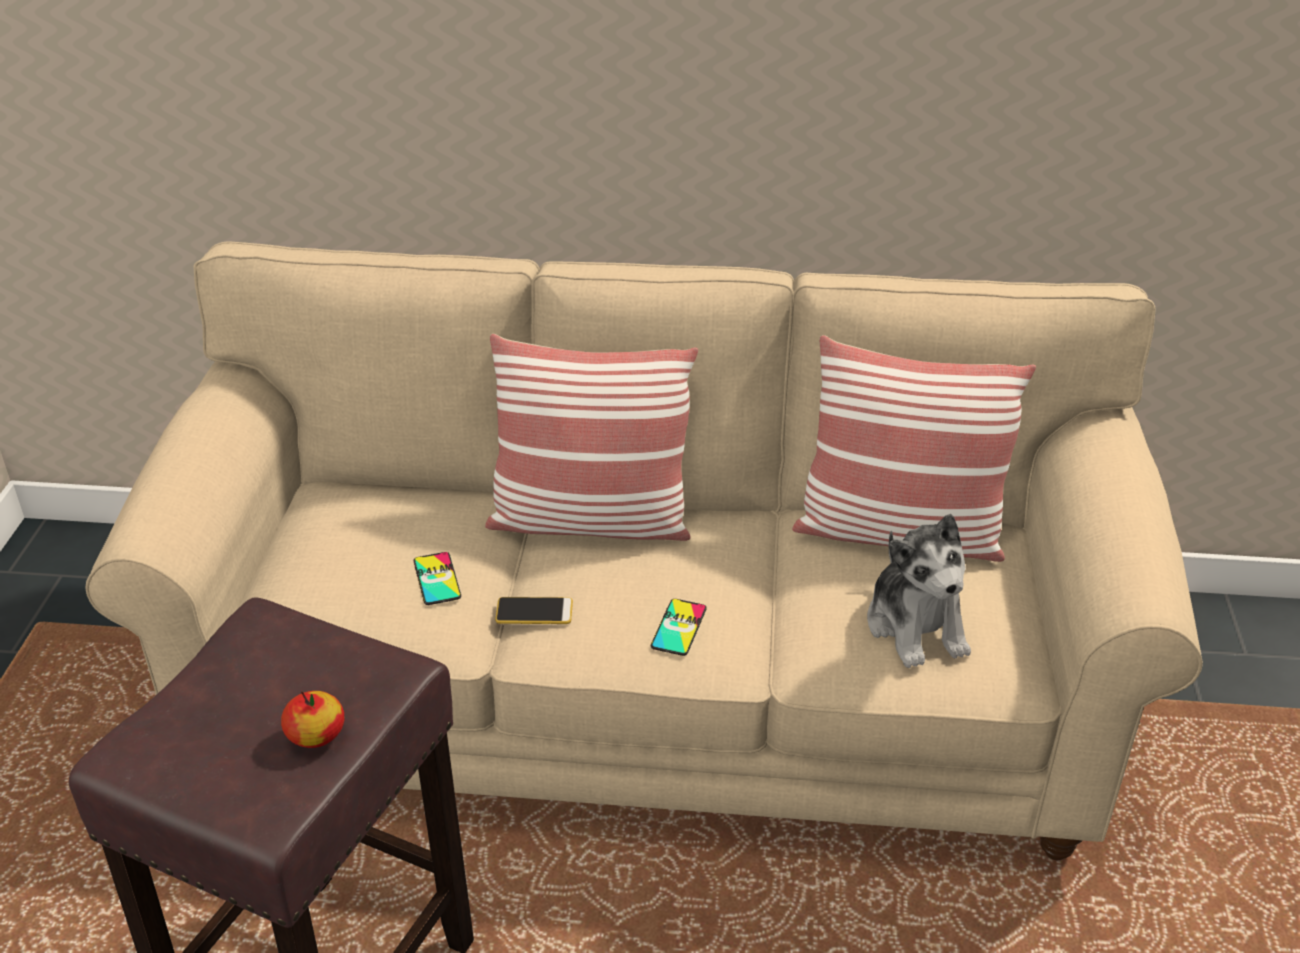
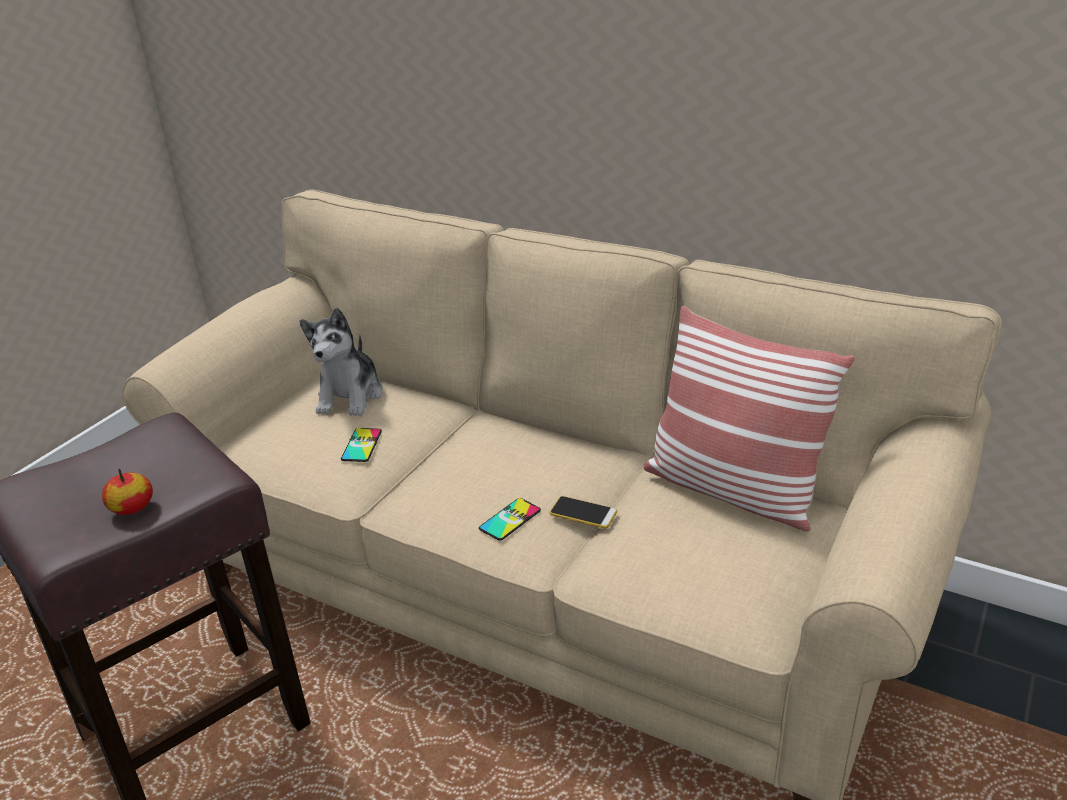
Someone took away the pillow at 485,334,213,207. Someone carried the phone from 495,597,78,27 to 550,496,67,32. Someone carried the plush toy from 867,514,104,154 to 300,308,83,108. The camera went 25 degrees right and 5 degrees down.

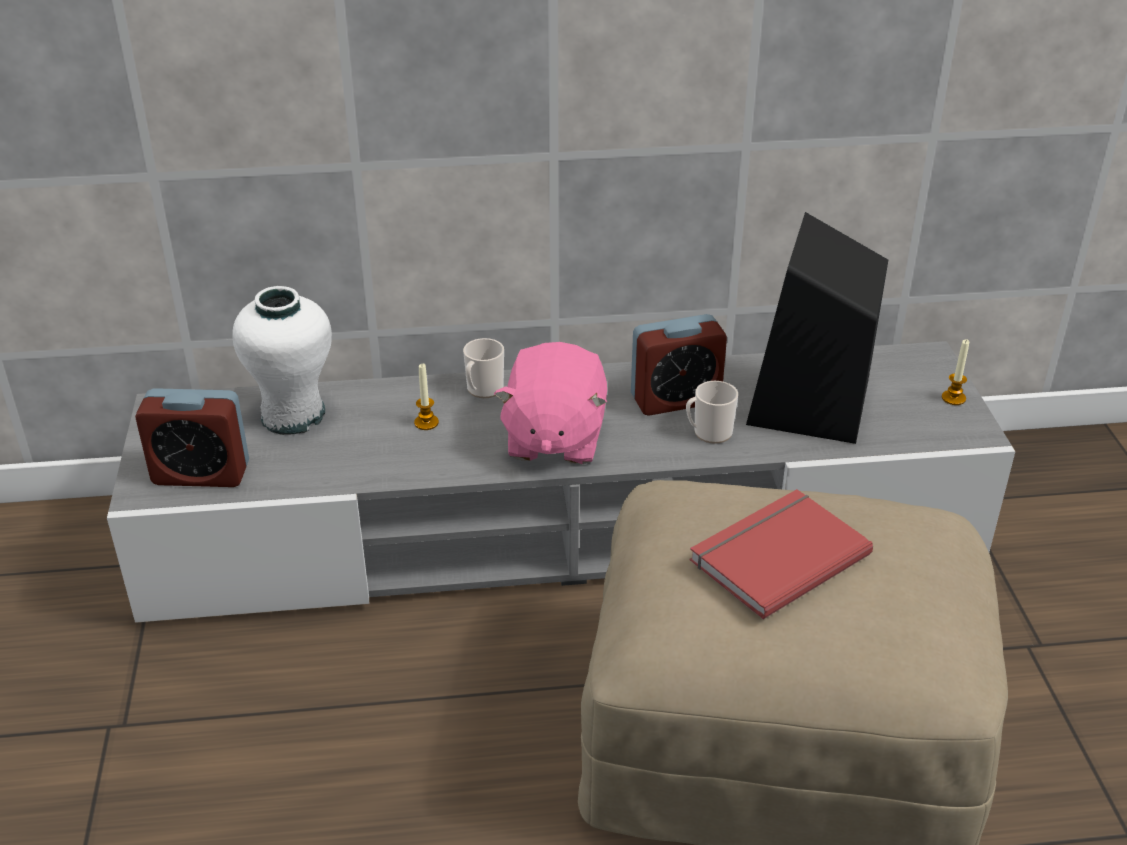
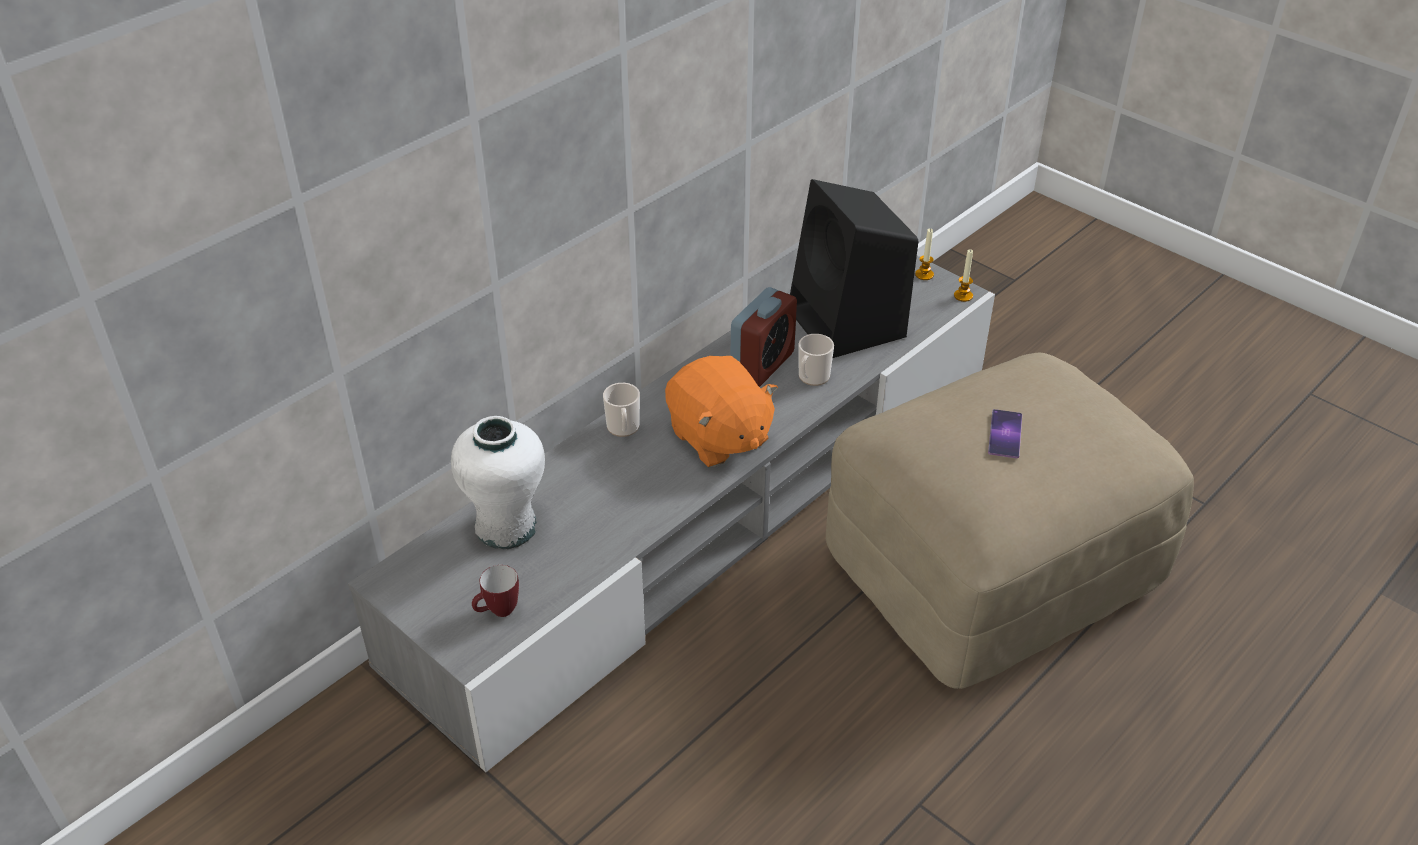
Someone swapped the alarm clock at 135,388,114,99 for the mug at 472,565,47,52. Someone carried the candle from 414,364,25,66 to 954,249,19,53. Someone repainted the pink plush toy at 494,342,114,122, which became the orange plush toy at 665,356,113,111. Someone swapped the red book at 689,489,184,130 for the phone at 988,409,34,50. The camera went 40 degrees left and 5 degrees up.

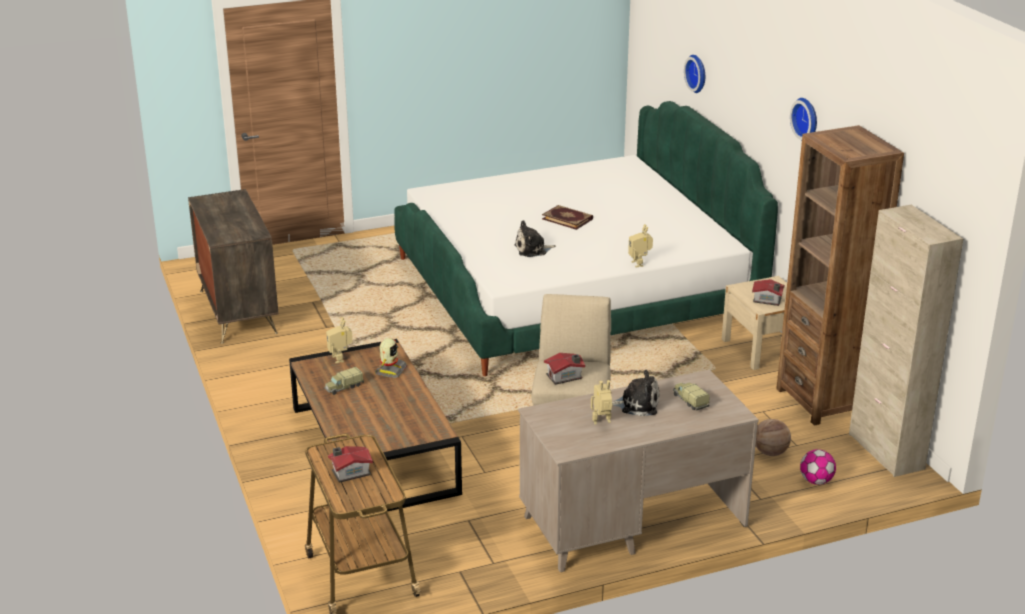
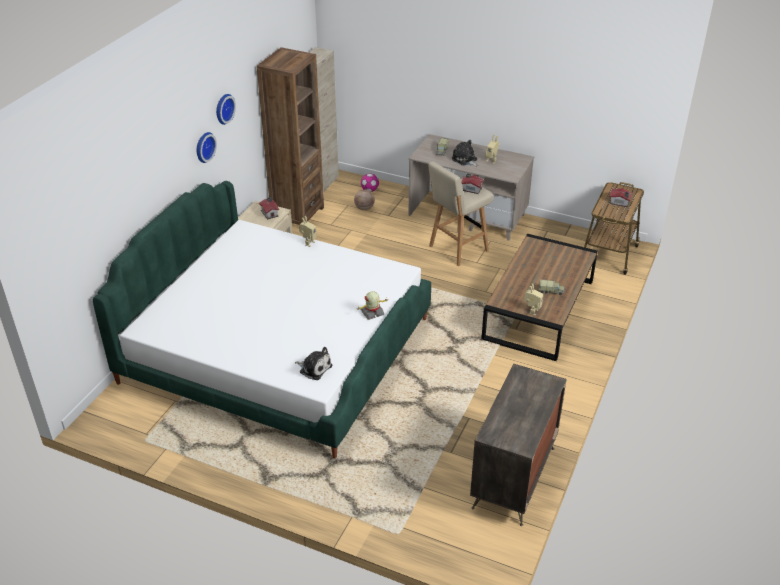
Someone carried the toy robot from 375,338,32,40 to 357,291,31,29. Someone carried the plush toy from 514,220,42,37 to 295,347,37,33. Someone took away the book at 542,205,51,25. Someone carried the wall clock from 684,55,21,38 to 197,132,20,31. The camera went 135 degrees left and 10 degrees up.

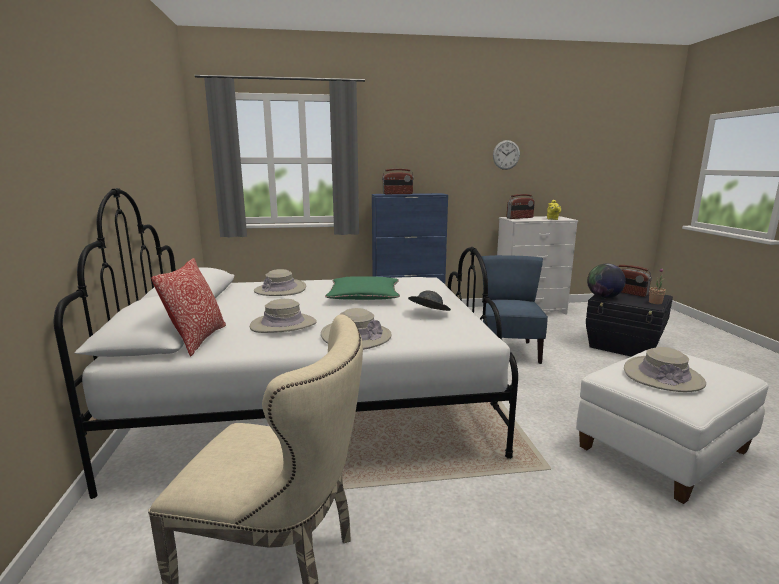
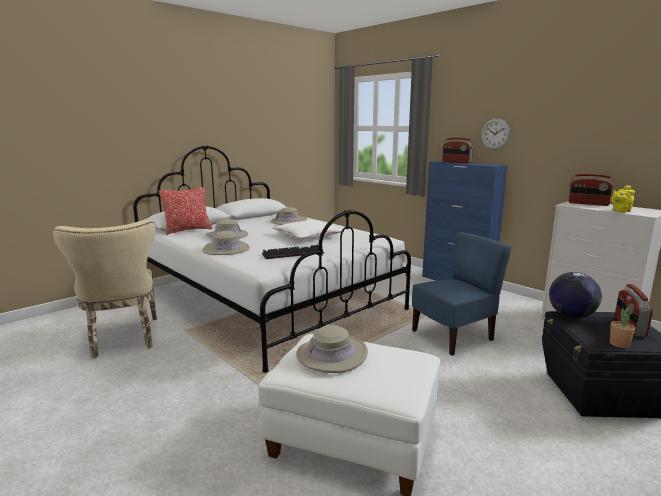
Someone repainted the green pillow at 325,276,75,24, which became the white pillow at 273,220,71,19. Someone swapped the grey hat at 408,290,43,21 for the keyboard at 262,245,62,14. Someone carried the wall clock from 493,140,27,30 to 481,118,29,32. The camera went 55 degrees right and 0 degrees up.

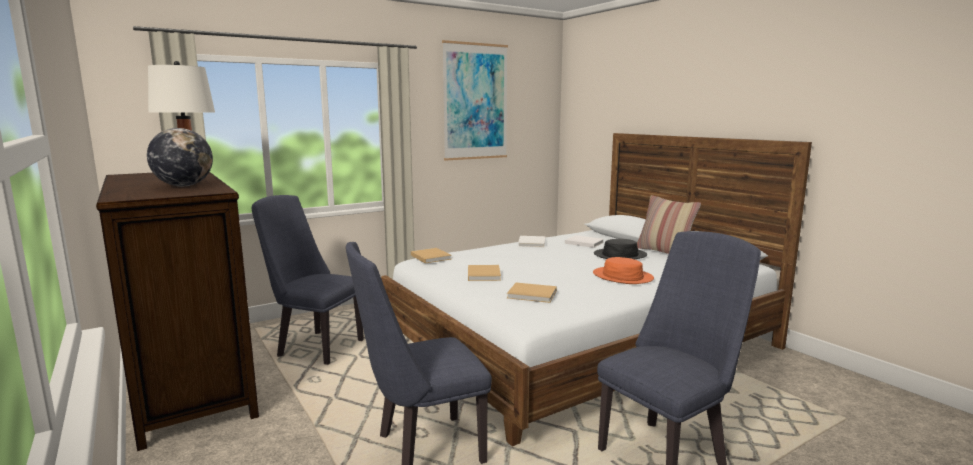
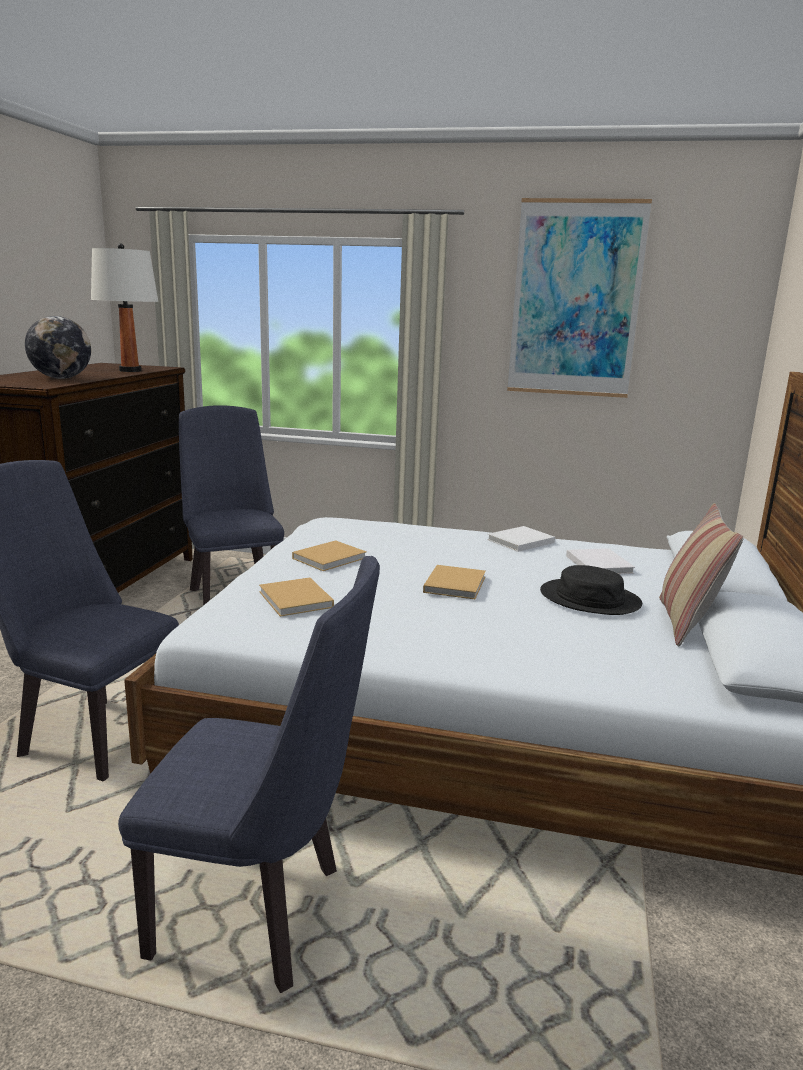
Someone carried the beige book from 411,248,41,15 to 423,565,63,34. Someone took away the orange hat at 593,257,61,27. The camera went 45 degrees right and 5 degrees up.

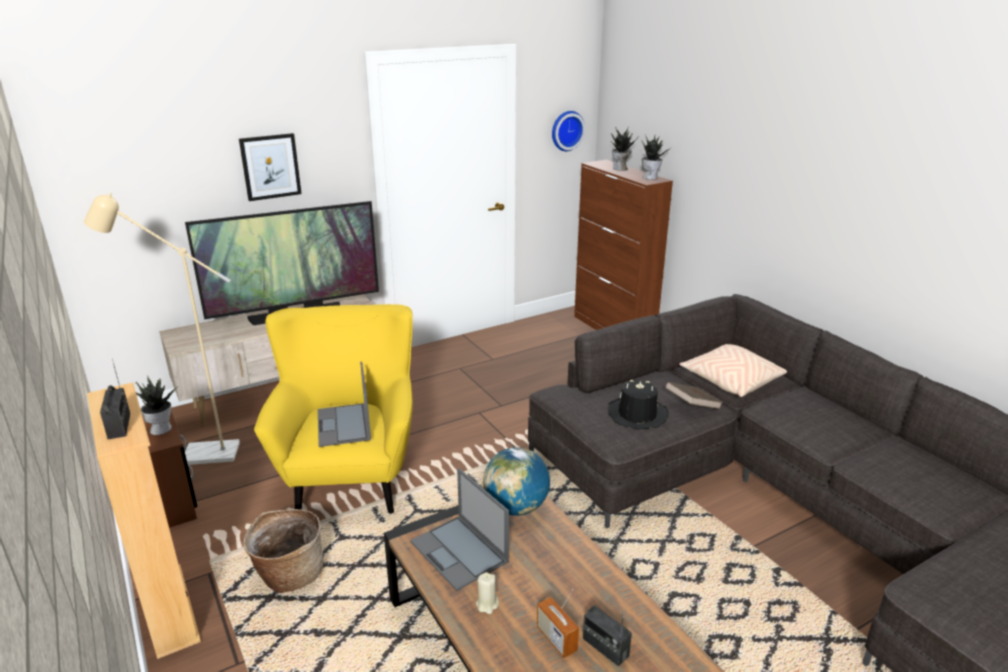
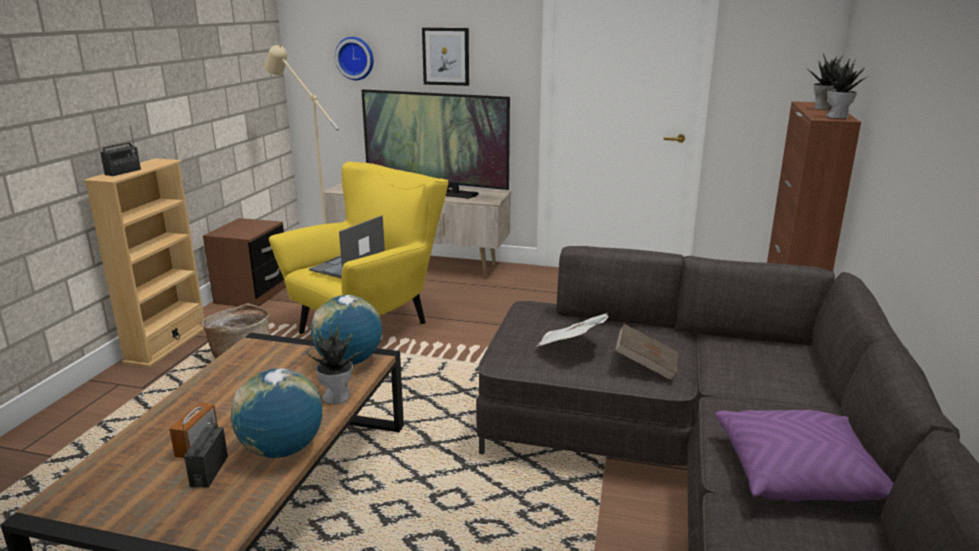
Someone carried the potted plant from 136,375,43,60 to 307,325,55,79. Someone took away the laptop at 410,468,99,123. Someone took away the beige candle at 476,572,23,42. Someone carried the wall clock from 552,111,33,40 to 335,37,39,43. Someone swapped the black hat at 608,380,61,50 for the newspaper at 535,313,73,34. Someone took away the beige pillow at 679,344,108,53. Someone put down the globe at 231,368,91,90. Someone put down the purple pillow at 715,410,179,91. The camera went 45 degrees right and 5 degrees down.

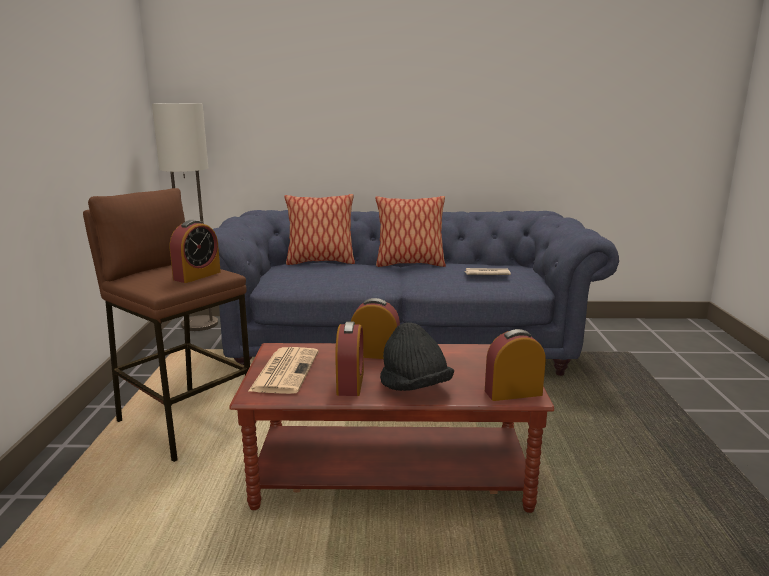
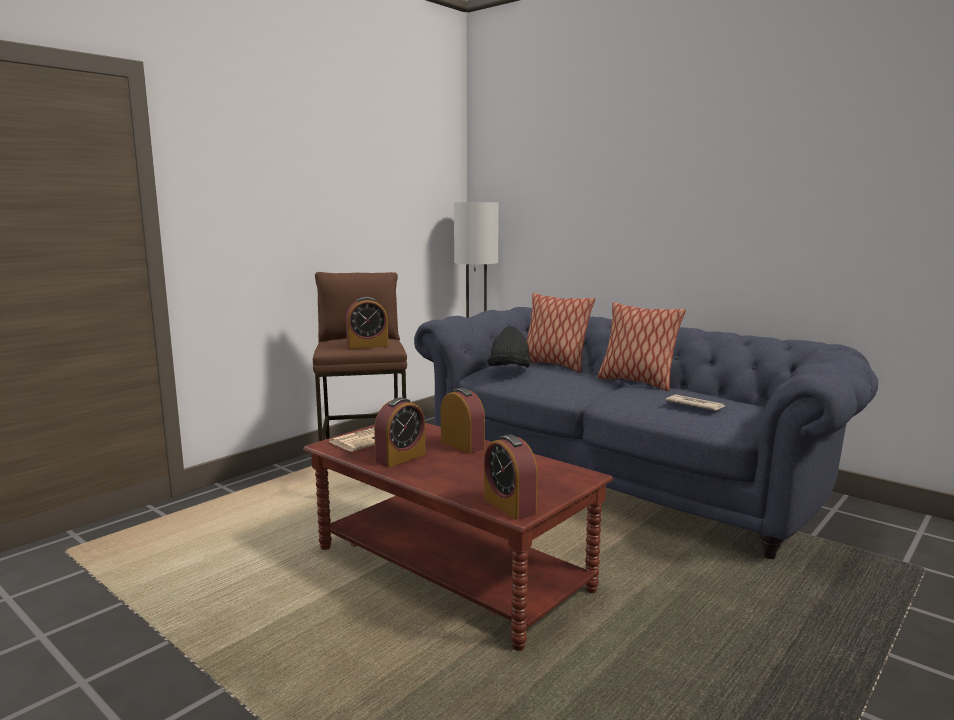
Someone carried the black hat from 380,322,74,69 to 487,326,43,42. Someone rotated the alarm clock at 485,329,61,72 by 150 degrees counterclockwise. The camera went 40 degrees right and 5 degrees down.

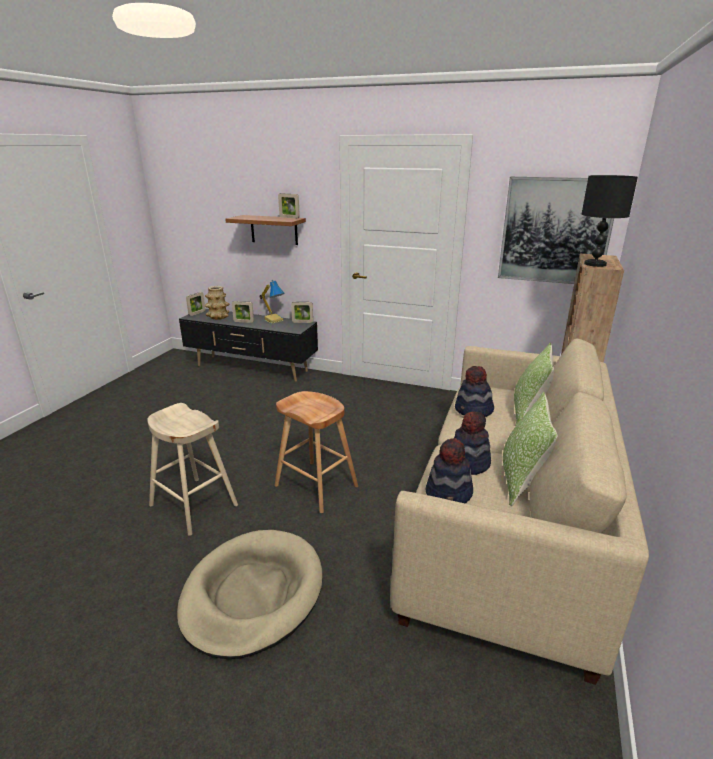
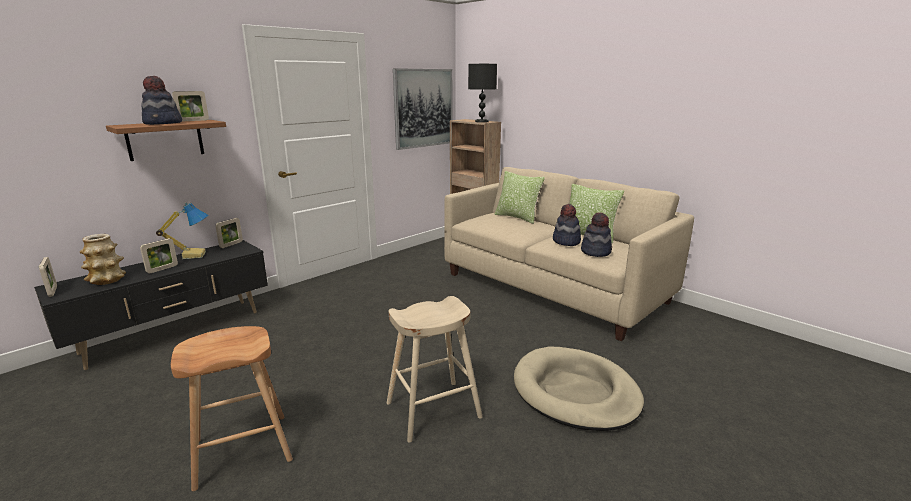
Someone carried the brown stool from 274,391,84,122 to 171,326,122,165. Someone carried the hat from 455,366,39,51 to 141,76,41,49. The camera went 65 degrees left and 5 degrees down.

